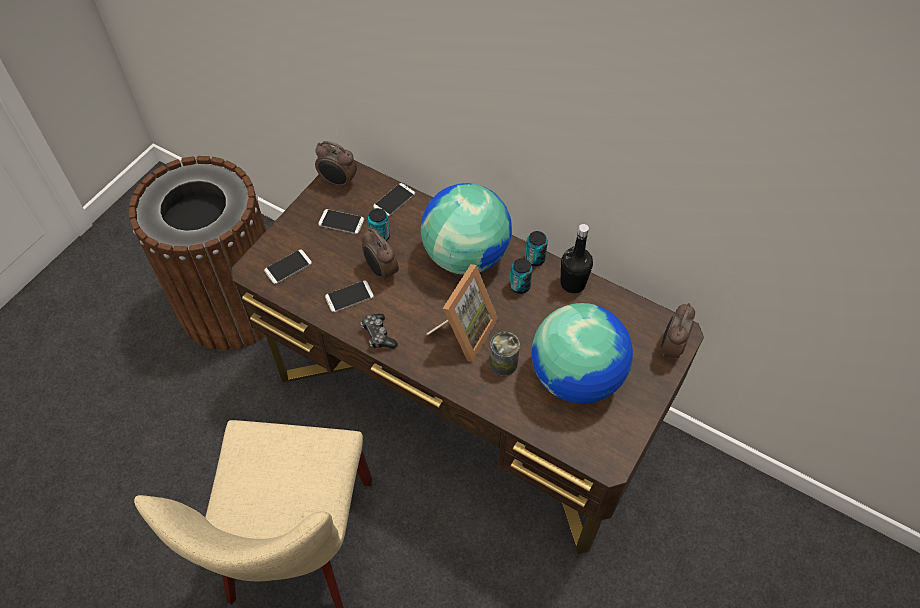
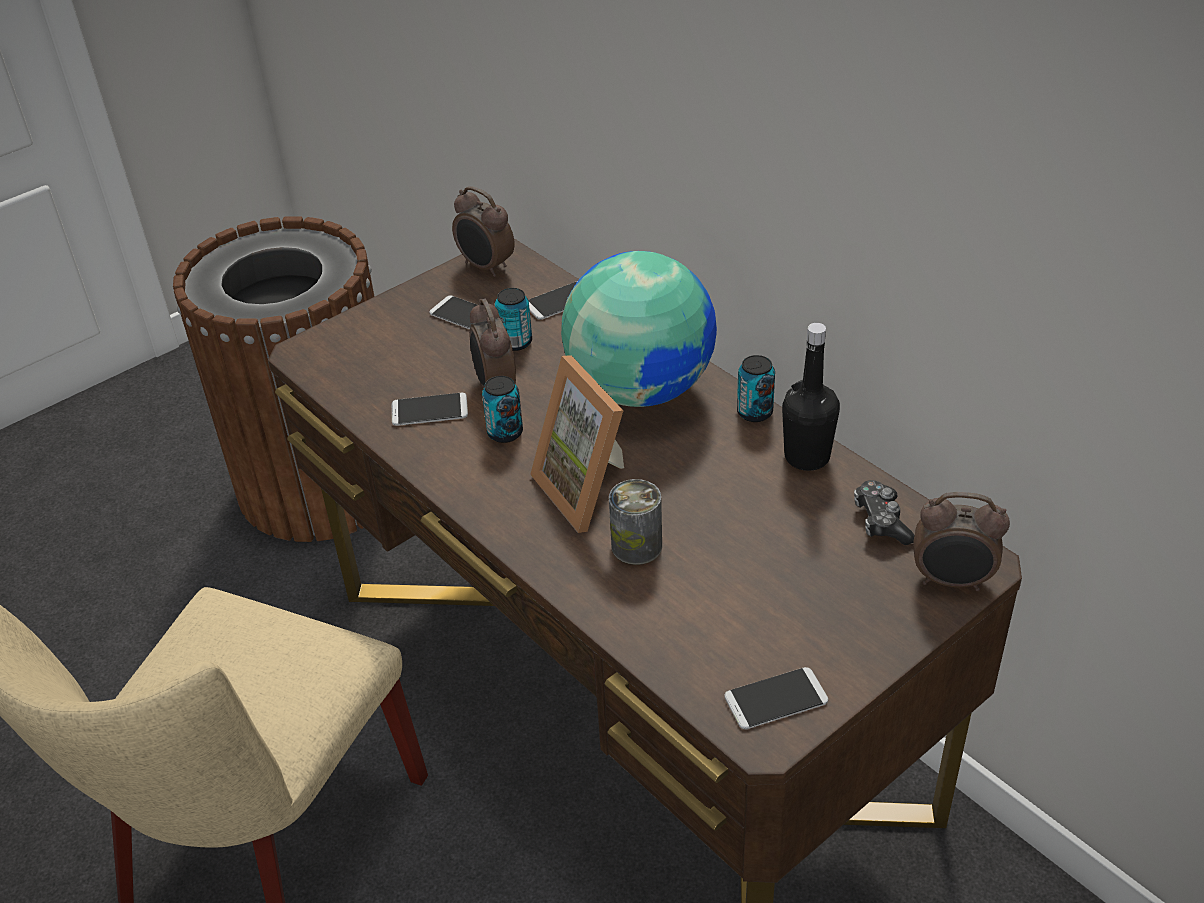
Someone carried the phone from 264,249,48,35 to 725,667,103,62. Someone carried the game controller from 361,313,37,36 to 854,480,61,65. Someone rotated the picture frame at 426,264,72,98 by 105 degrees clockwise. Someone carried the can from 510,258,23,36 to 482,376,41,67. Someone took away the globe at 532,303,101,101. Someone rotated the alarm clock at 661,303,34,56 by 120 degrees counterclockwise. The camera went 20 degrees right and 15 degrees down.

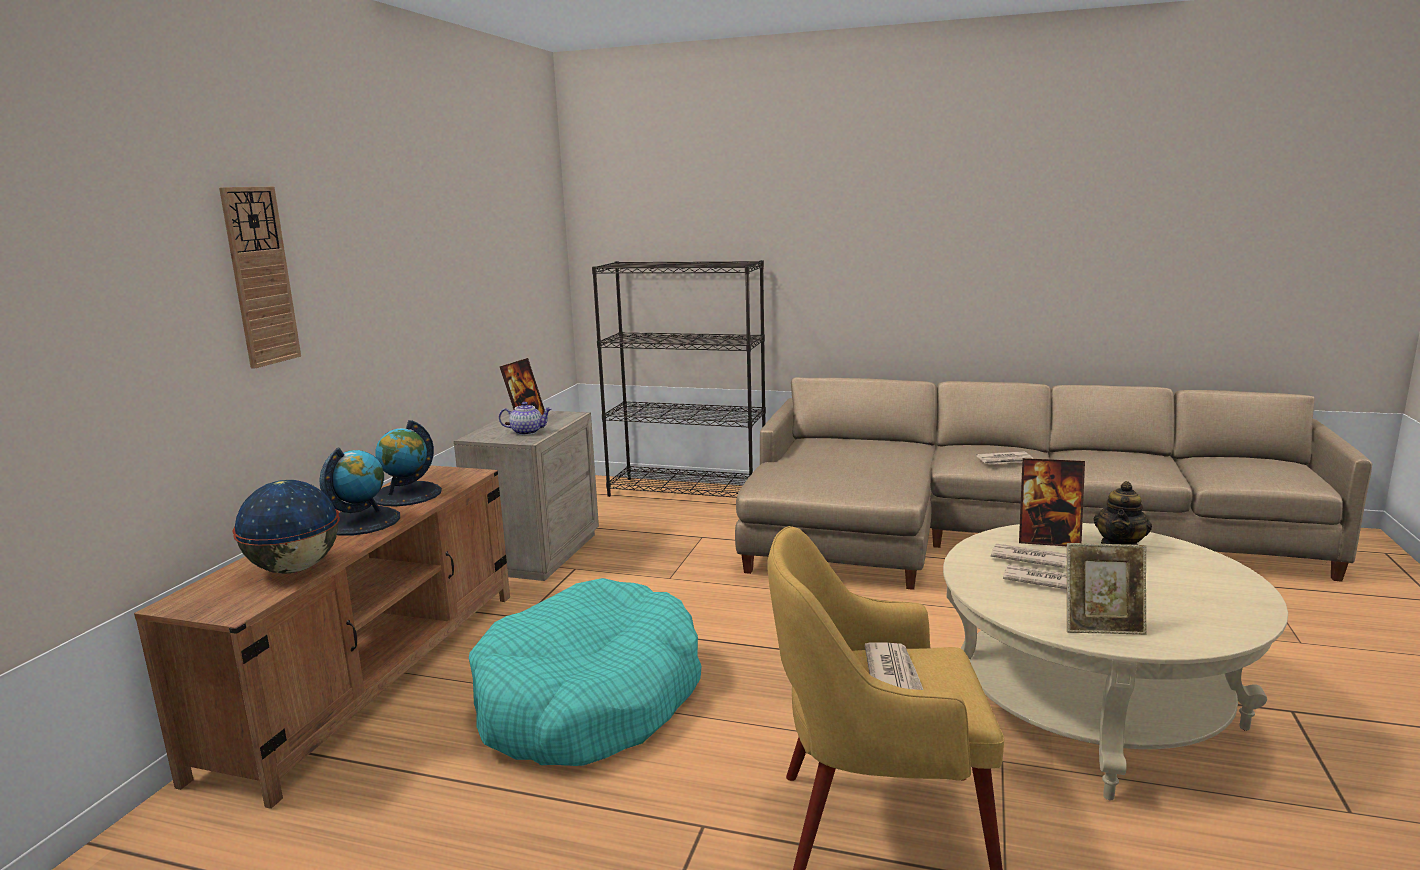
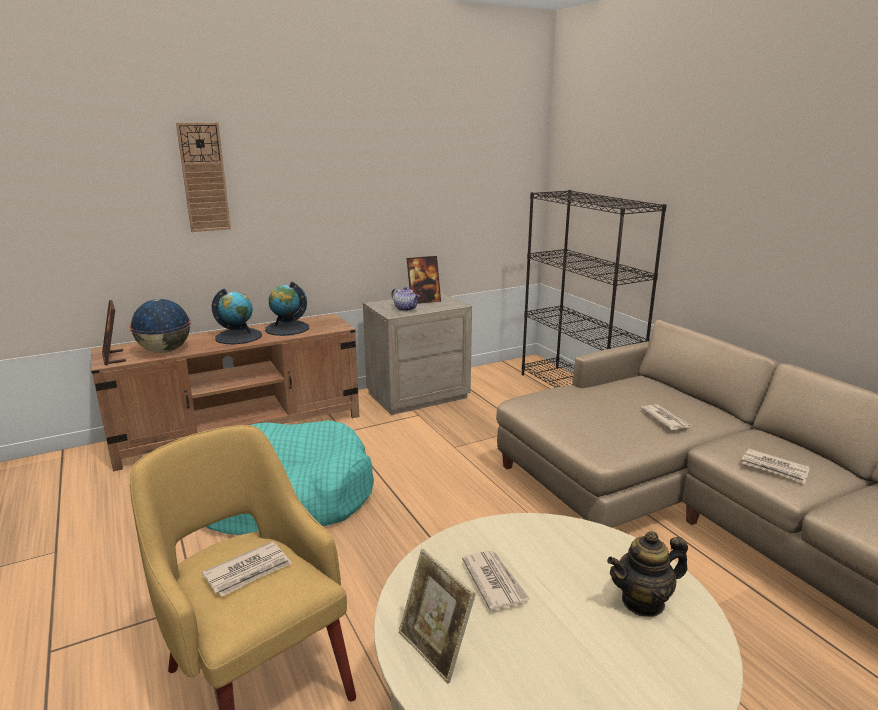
Someone carried the newspaper from 991,543,76,25 to 641,404,51,26. Someone carried the picture frame from 1019,458,66,88 to 102,300,24,65. The camera went 45 degrees right and 5 degrees up.

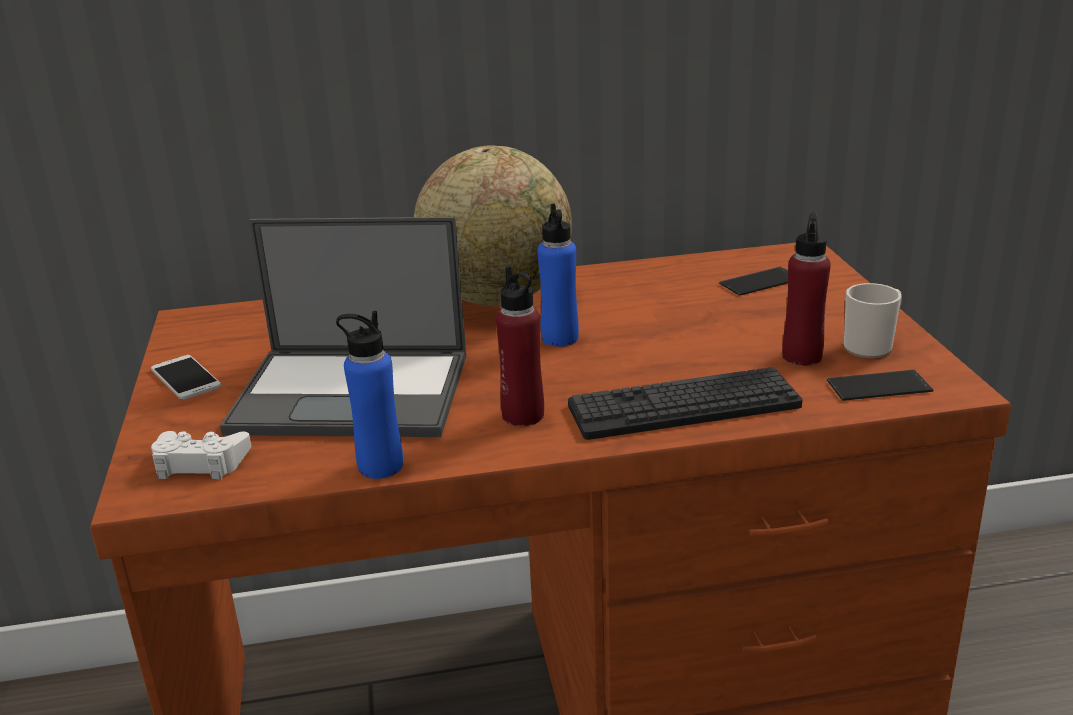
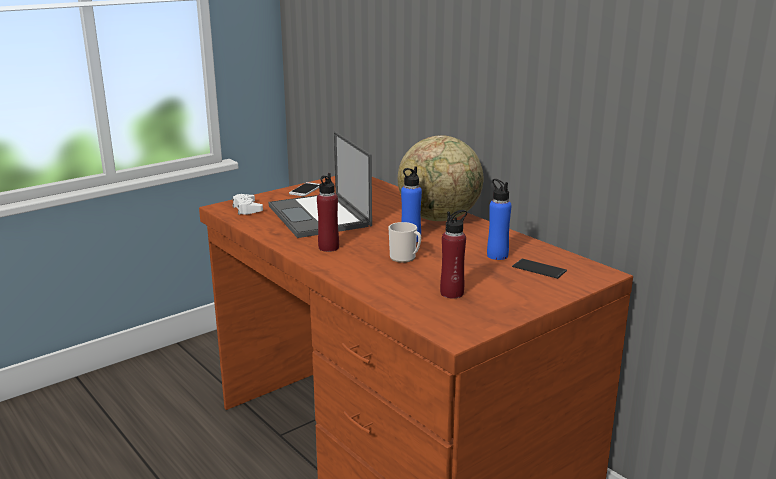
Someone carried the blue bottle from 336,311,67,168 to 487,179,25,81. Someone took away the keyboard at 568,367,235,73. Someone took away the phone at 827,370,106,31. Someone carried the mug from 844,283,58,75 to 389,222,32,41. The camera went 60 degrees right and 5 degrees down.

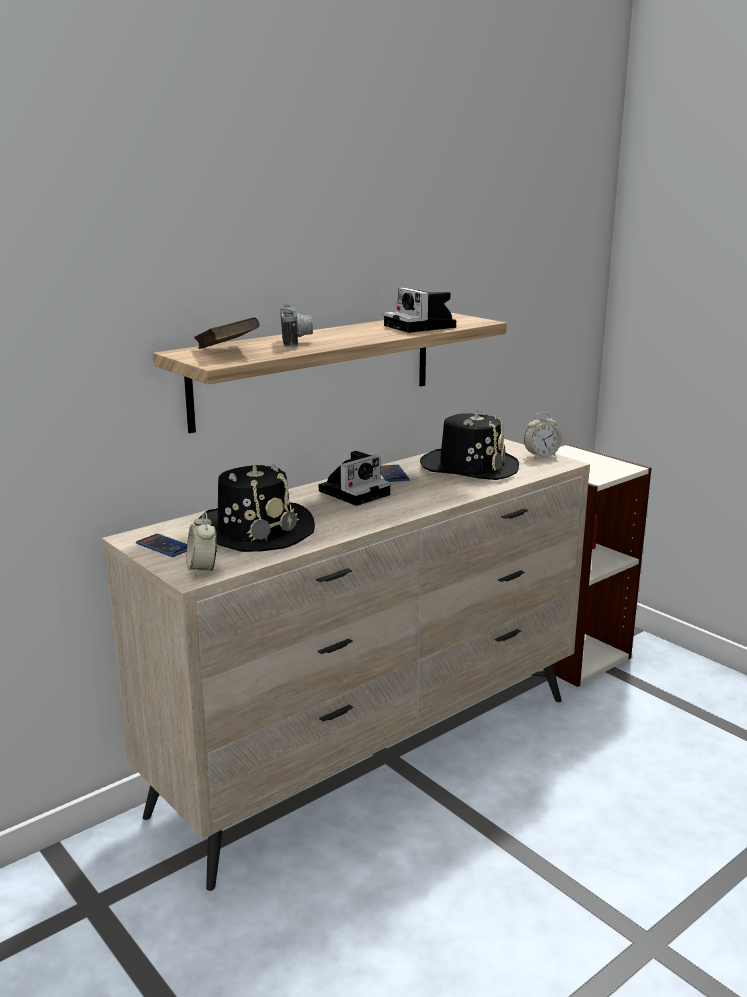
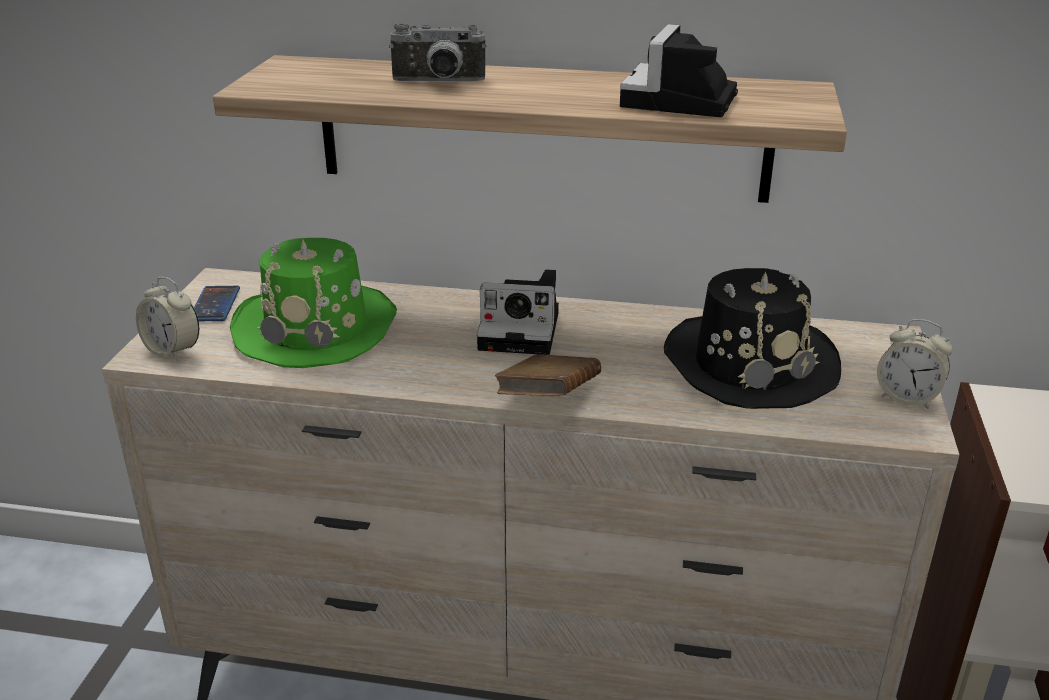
Someone rotated the alarm clock at 187,511,30,66 by 90 degrees counterclockwise. Someone carried the brown book from 194,317,65,32 to 495,354,106,42. Someone repainted the black hat at 195,463,120,89, which became the green hat at 230,238,167,130. Someone rotated the photo camera at 280,305,33,43 by 45 degrees clockwise. Someone took away the phone at 380,465,29,17. The camera went 50 degrees right and 10 degrees up.

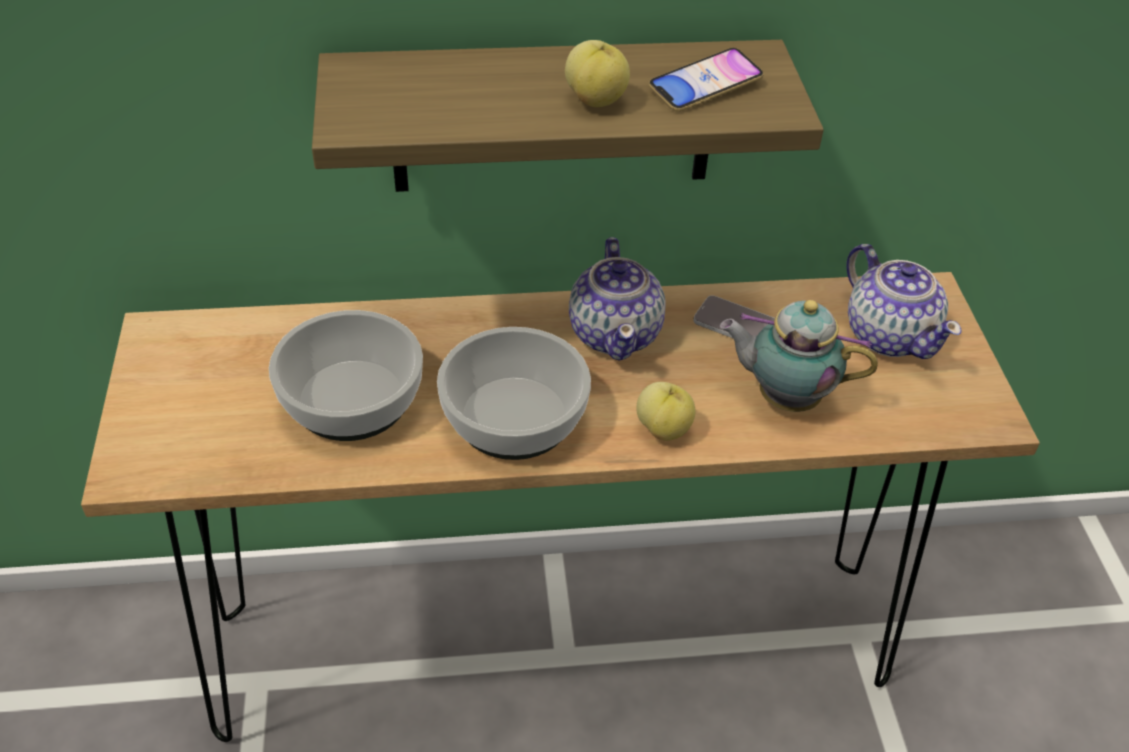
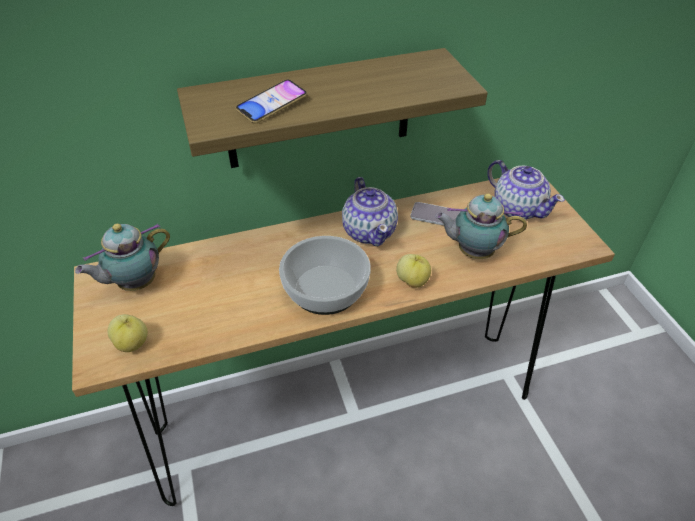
Someone took away the bowl at 269,310,154,131. Someone carried the apple from 565,40,65,67 to 108,314,40,38. Someone carried the phone from 649,48,115,64 to 236,80,71,43. Someone put down the teapot at 75,224,95,67. The camera went 10 degrees left and 0 degrees up.

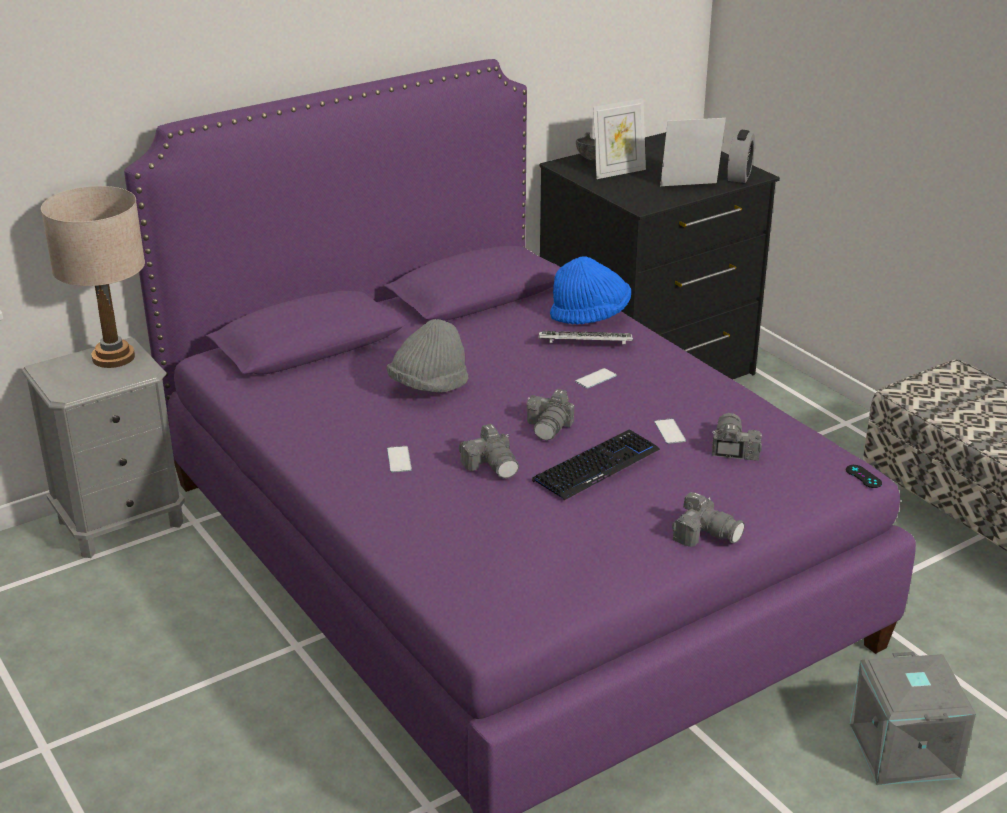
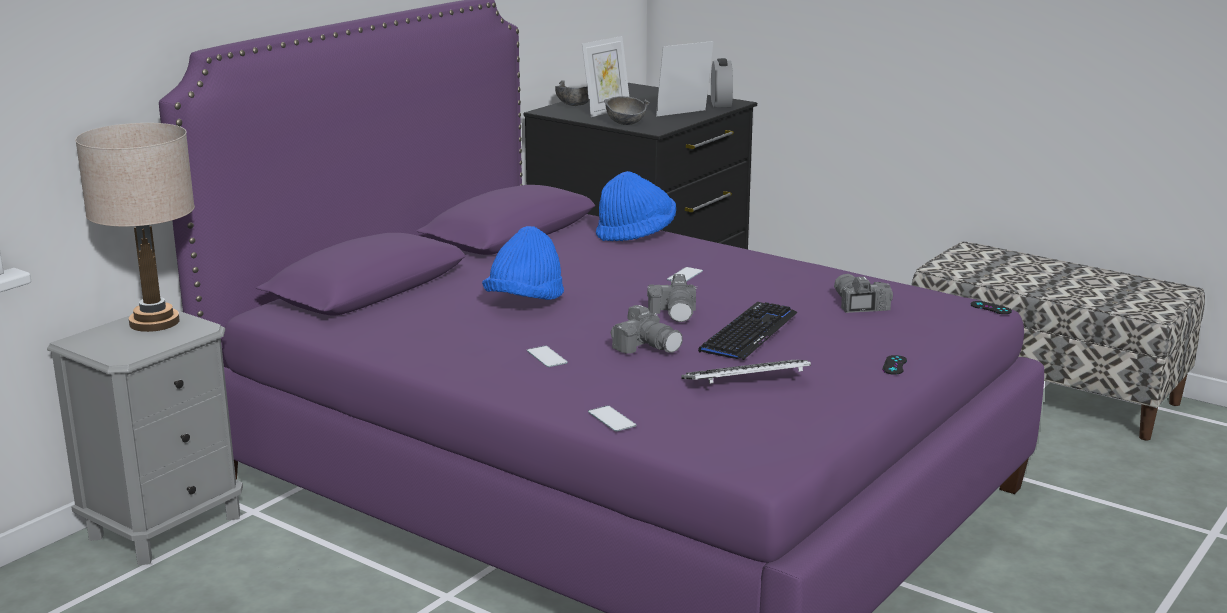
Someone repainted the grey hat at 387,319,81,74, which became the blue hat at 482,226,82,74. Someone carried the keyboard from 539,331,94,13 to 681,360,130,24. Someone carried the phone from 654,418,32,26 to 588,405,48,27. Someone swapped the photo camera at 672,492,73,55 for the black game controller at 882,355,25,20. Someone took away the grey storage box at 850,652,126,133. Someone put down the grey bowl at 604,96,46,29. The camera went 20 degrees left and 10 degrees down.

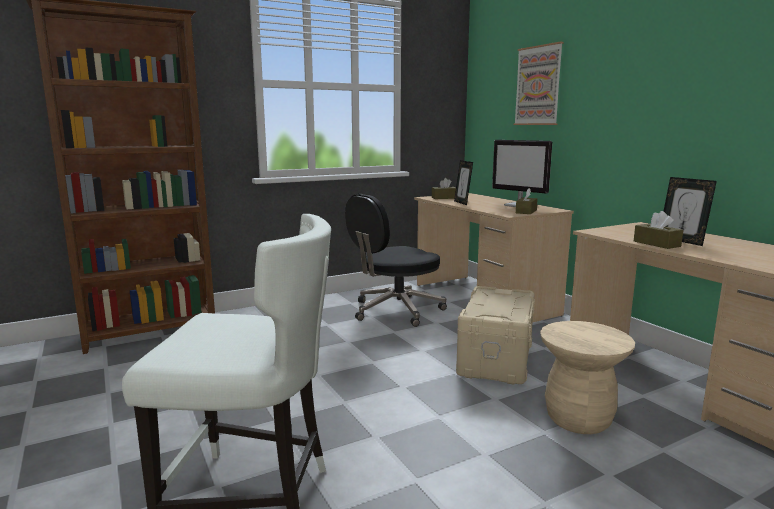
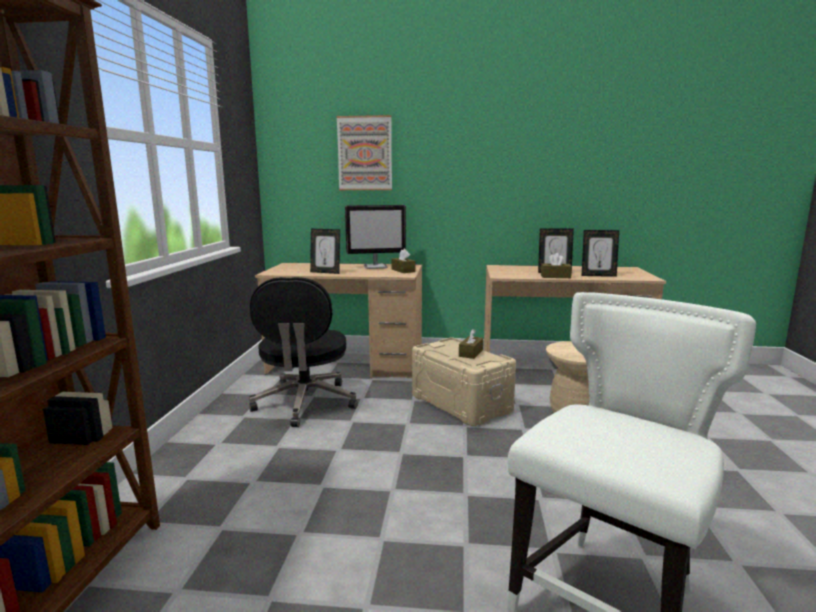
Someone carried the brown tissue box from 432,178,24,21 to 459,329,24,30. Someone put down the picture frame at 582,230,37,47. The camera went 55 degrees left and 0 degrees up.

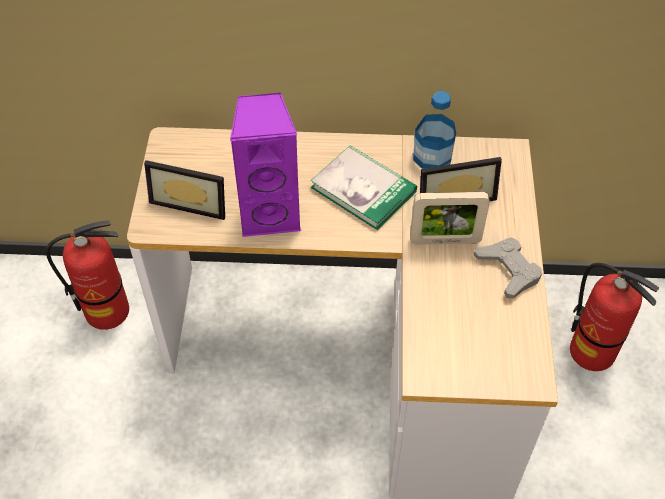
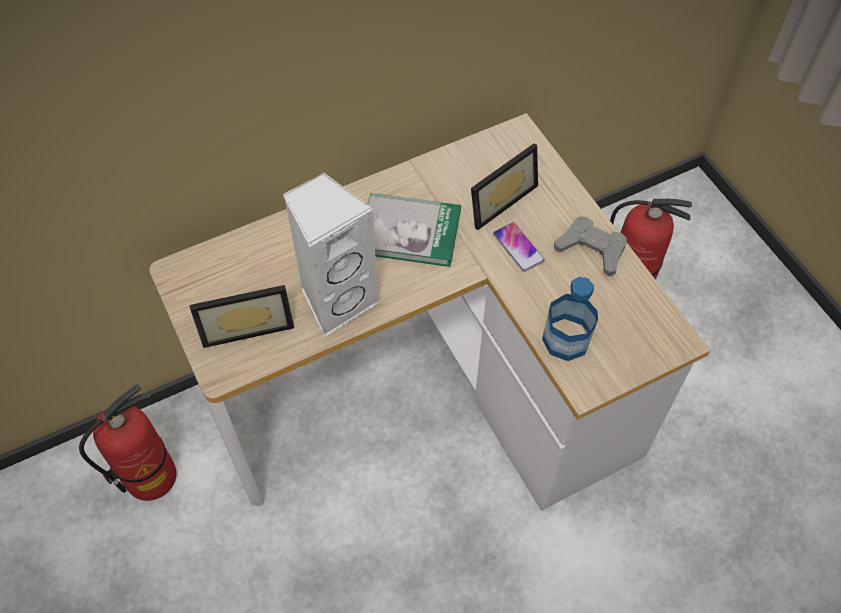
Someone repainted the purple speaker at 230,93,72,144, which became the white speaker at 283,172,97,165. Someone swapped the picture frame at 410,192,80,53 for the phone at 493,222,52,50. Someone carried the bottle from 413,91,43,78 to 542,277,56,84. The camera went 30 degrees left and 5 degrees up.

